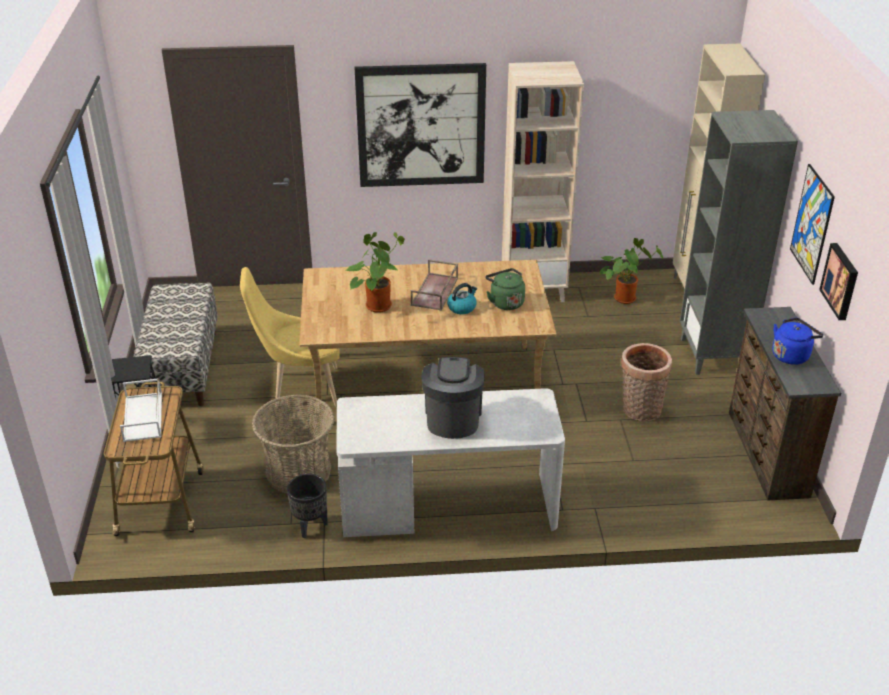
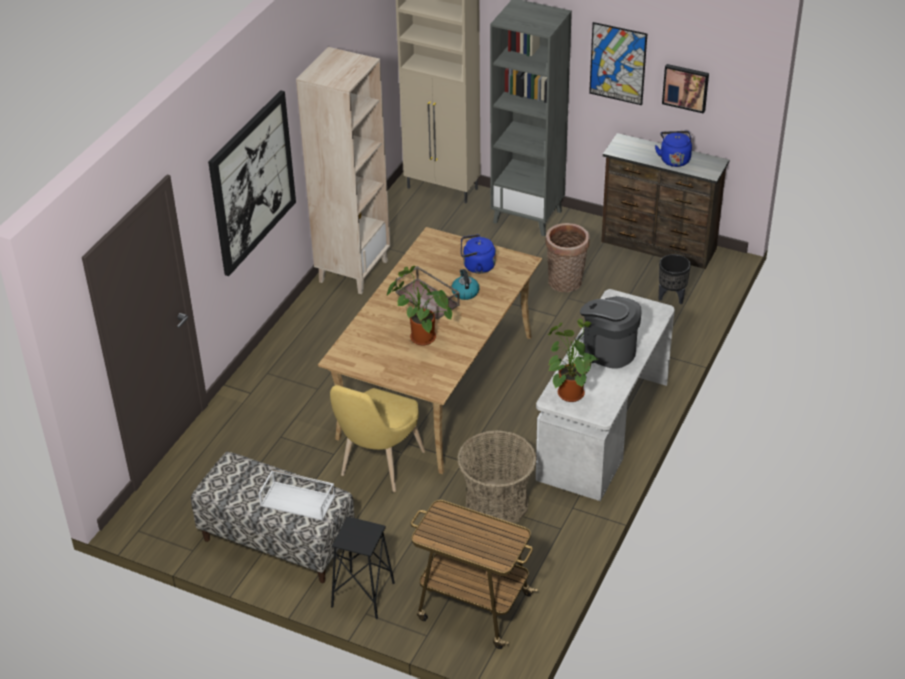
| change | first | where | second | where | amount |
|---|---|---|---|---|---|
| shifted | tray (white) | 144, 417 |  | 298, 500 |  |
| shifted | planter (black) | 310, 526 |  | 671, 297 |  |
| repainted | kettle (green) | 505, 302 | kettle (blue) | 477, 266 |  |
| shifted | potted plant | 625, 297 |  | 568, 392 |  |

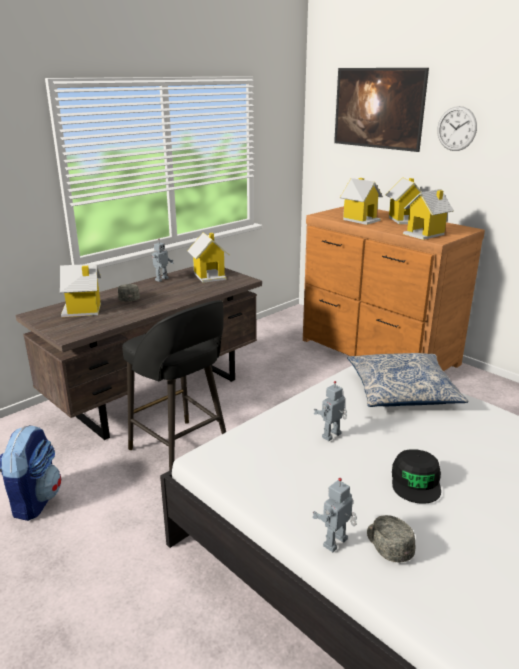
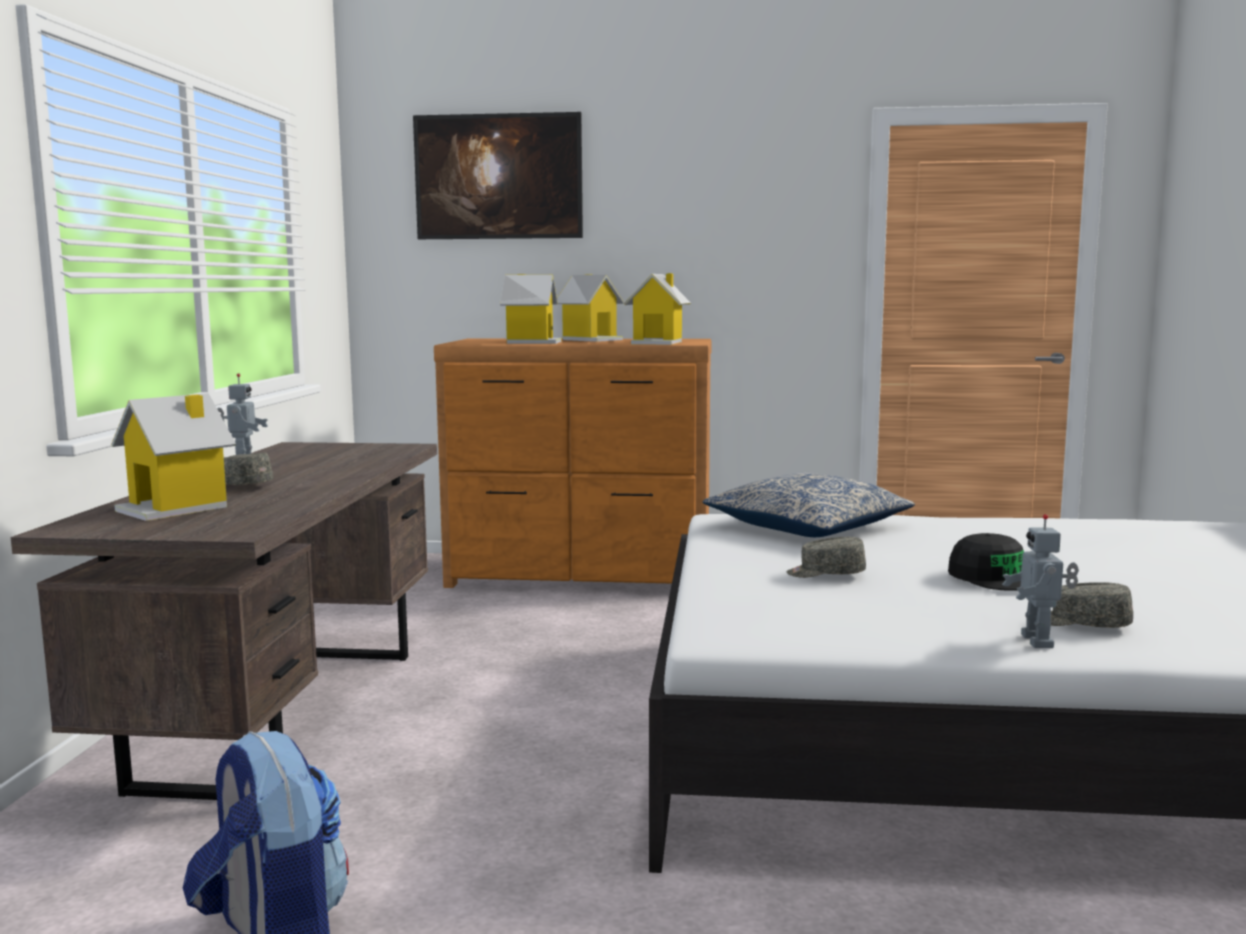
| change | first | where | second | where | amount |
|---|---|---|---|---|---|
| gone | stool (black) | 181, 452 |  |  |  |
| gone | toy house | 209, 275 |  |  |  |
| swapped | toy robot | 332, 436 | cap (grey) | 825, 574 |  |
| gone | wall clock | 456, 128 |  |  |  |

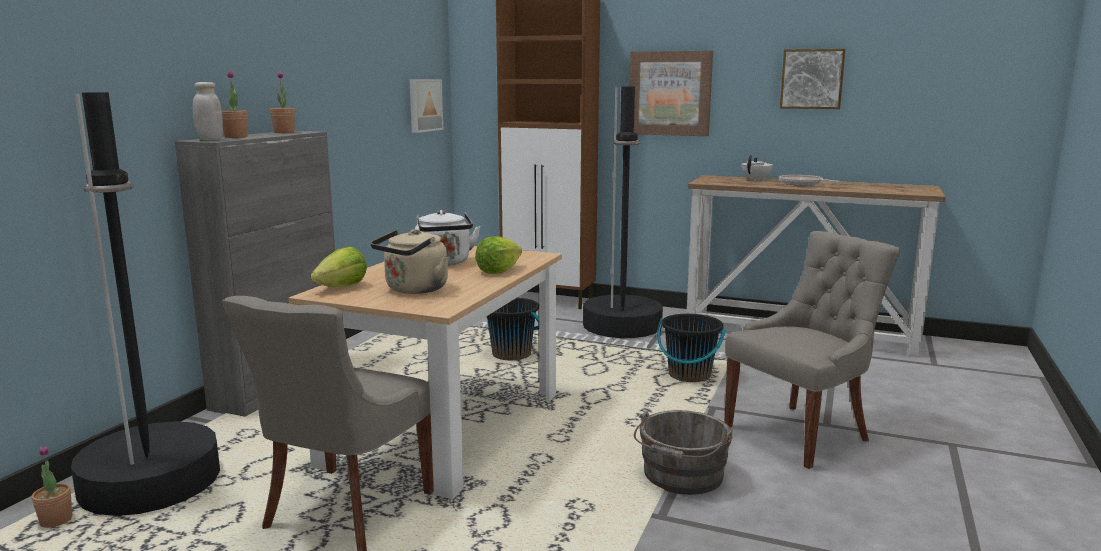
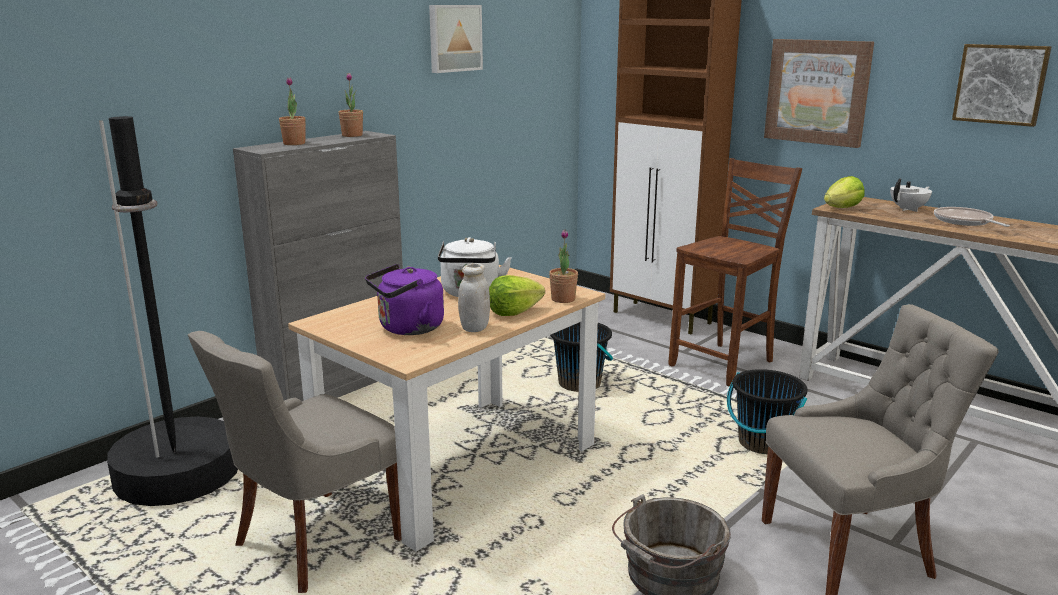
| change | first | where | second | where | amount |
|---|---|---|---|---|---|
| shifted | potted plant | 56, 521 |  | 563, 299 |  |
| shifted | jar (white) | 210, 139 |  | 474, 328 |  |
| shifted | lettuce | 342, 287 |  | 842, 208 |  |
| repainted | kettle (beige) | 414, 290 | kettle (purple) | 407, 329 |  |
| shifted | picture | 424, 105 |  | 454, 38 |  |
| swapped | floor lamp (black) | 622, 326 | chair (brown) | 725, 363 |  |

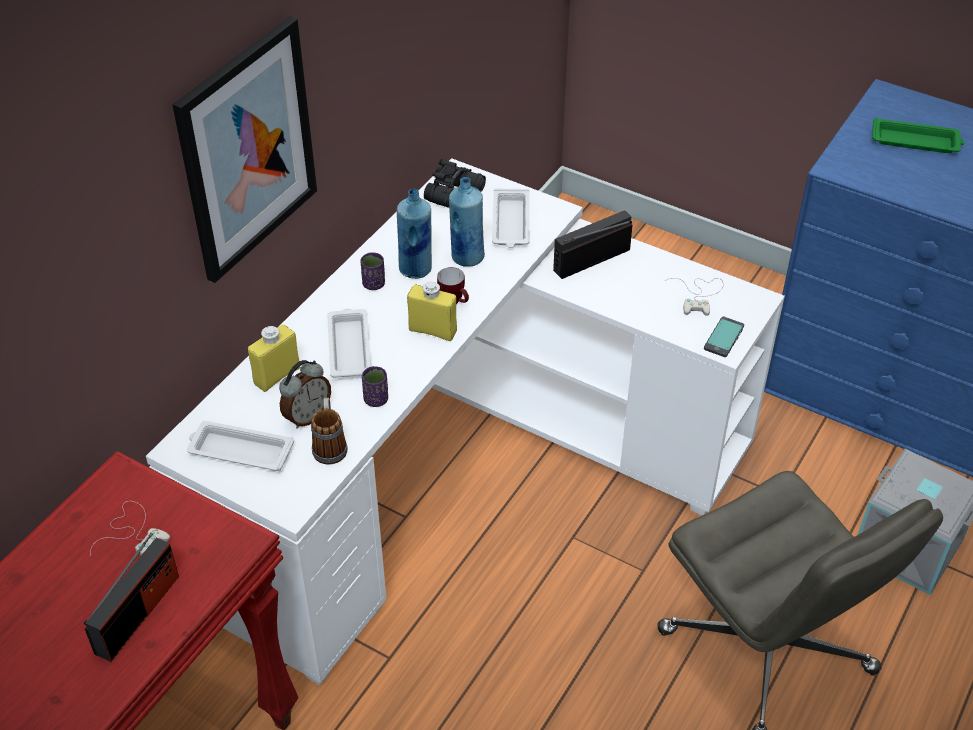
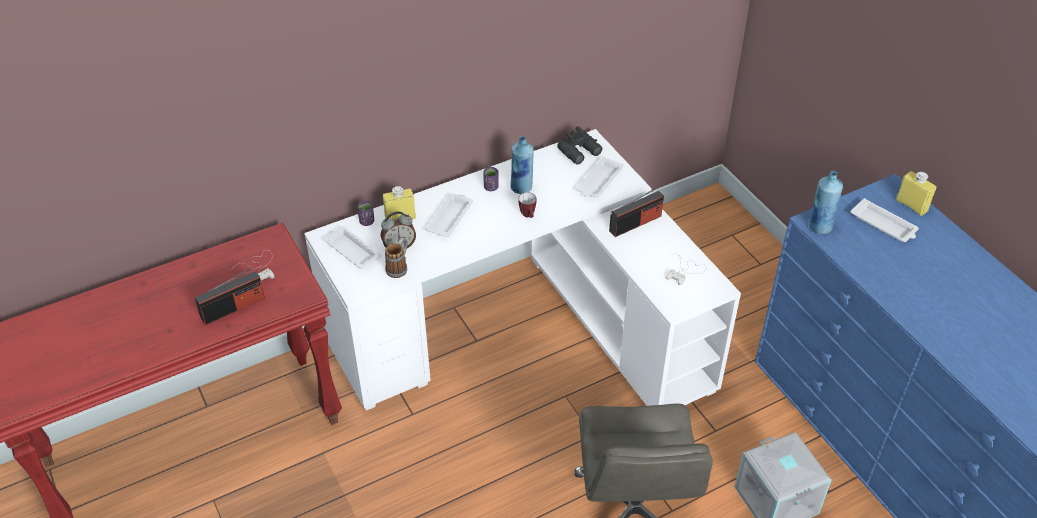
| change | first | where | second | where | amount |
|---|---|---|---|---|---|
| gone | picture | 247, 150 |  |  |  |
| shifted | cup (purple) | 376, 399 |  | 367, 222 |  |
| shifted | bottle (yellow) | 432, 331 |  | 911, 205 |  |
| shifted | bottle (blue) | 467, 257 |  | 819, 226 |  |
| rotated | radio | 591, 260 |  | 635, 223 | 150 degrees clockwise |
| gone | phone | 724, 338 |  |  |  |
| repainted | tray (green) | 916, 141 | tray (white) | 884, 225 |  |

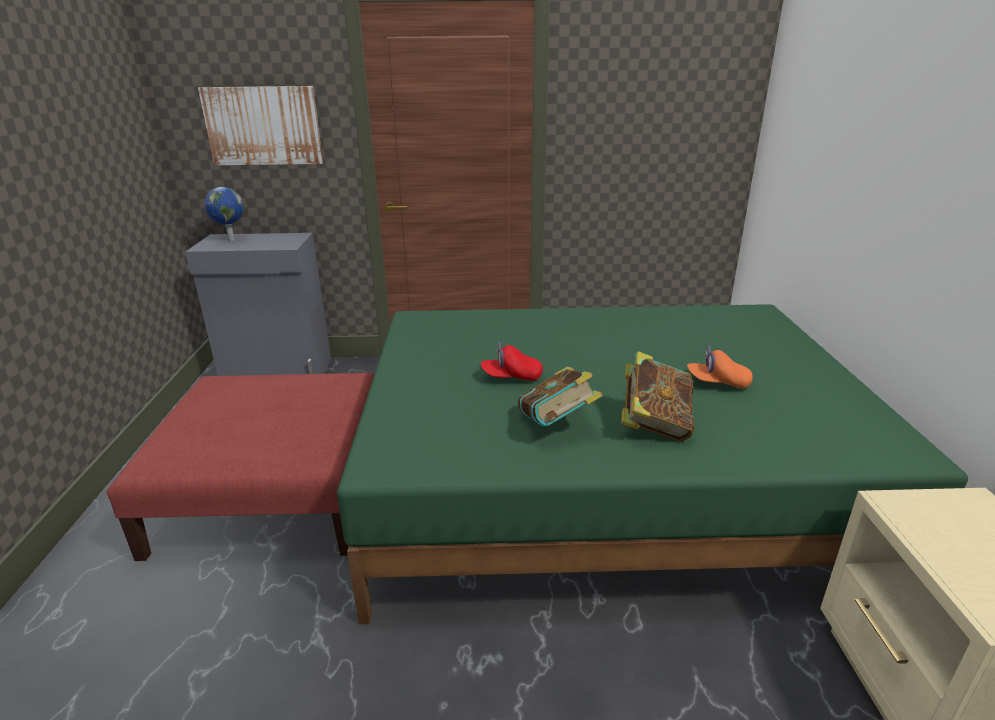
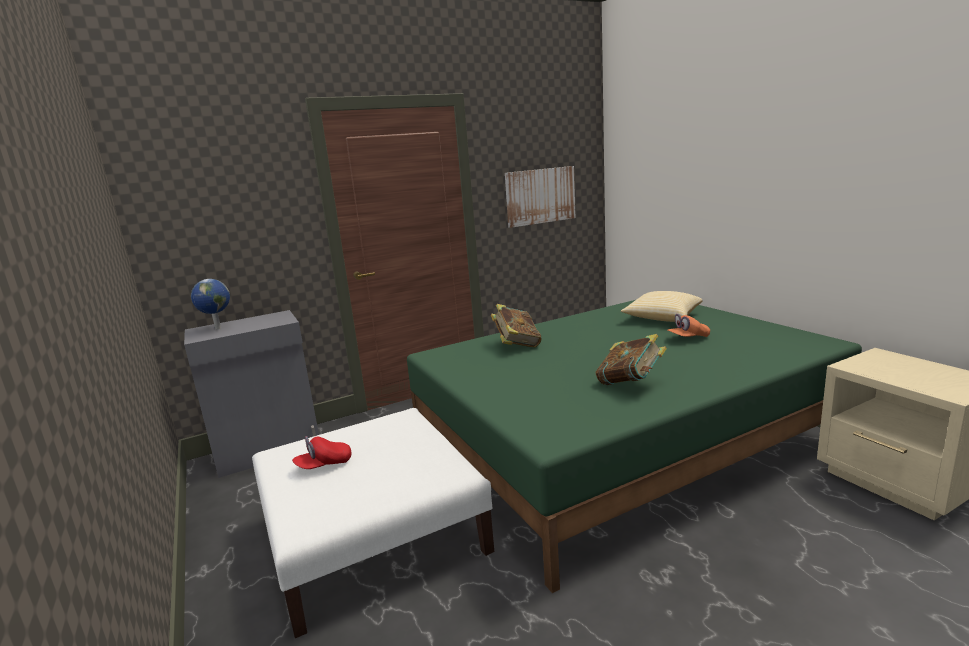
| change | first | where | second | where | amount |
|---|---|---|---|---|---|
| repainted | ottoman (red) | 276, 491 | ottoman (white) | 374, 535 |  |
| shifted | picture | 263, 126 |  | 540, 196 |  |
| shifted | cap (red) | 511, 377 |  | 324, 465 |  |
| shifted | book | 654, 425 |  | 516, 345 |  |
| new |  |  | pillow | 662, 318 |  |

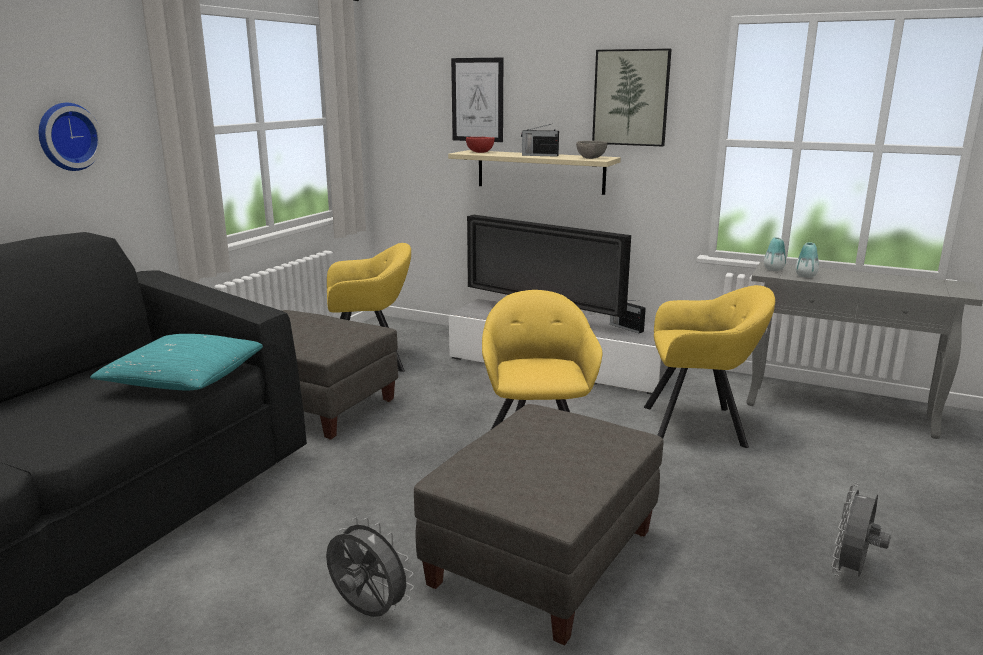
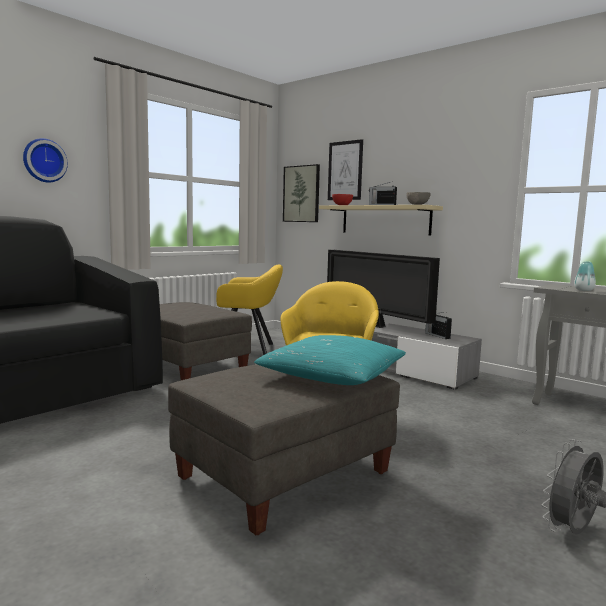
| change | first | where | second | where | amount |
|---|---|---|---|---|---|
| shifted | pillow (turquoise) | 185, 379 |  | 332, 376 |  |
| gone | fan (grey) | 367, 612 |  |  |  |
| shifted | picture | 631, 97 |  | 301, 194 |  |
| gone | armchair (yellow) | 700, 426 |  |  |  |
| gone | vase | 773, 269 |  |  |  |

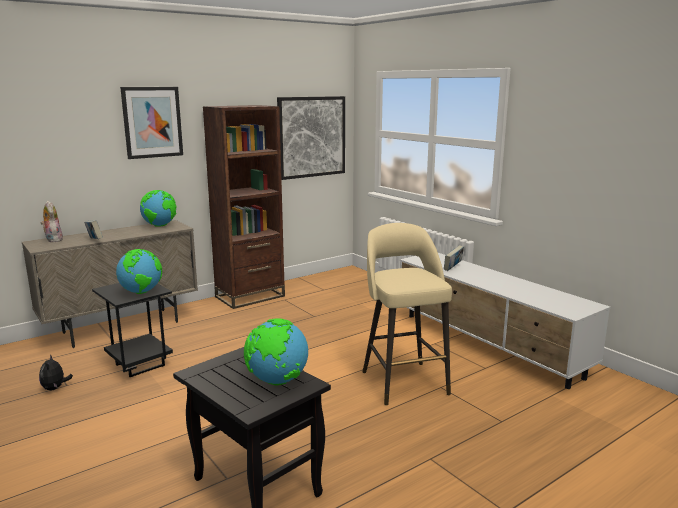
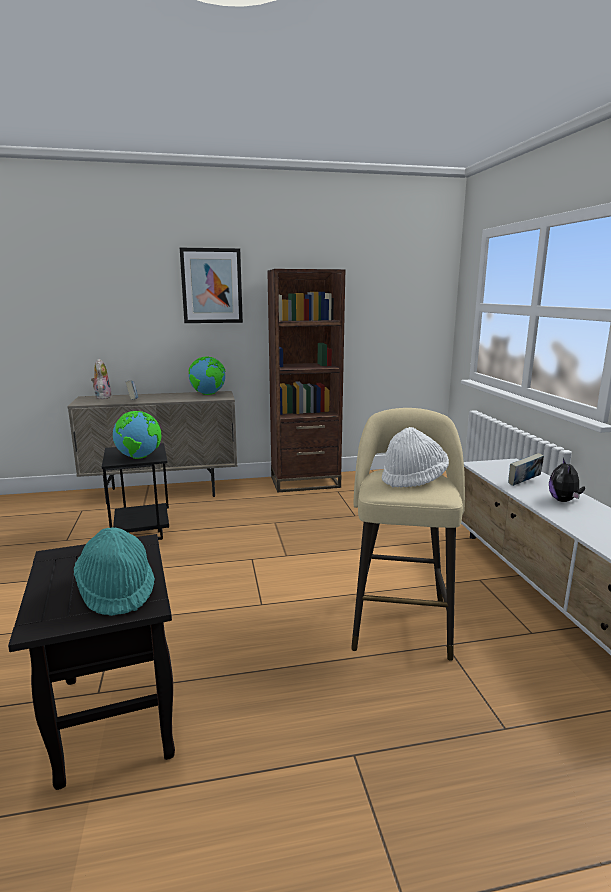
| change | first | where | second | where | amount |
|---|---|---|---|---|---|
| shifted | plush toy | 55, 388 |  | 563, 501 |  |
| swapped | globe | 277, 381 | hat (turquoise) | 117, 591 |  |
| gone | picture | 311, 137 |  |  |  |
| new |  |  | hat (white) | 413, 479 |  |

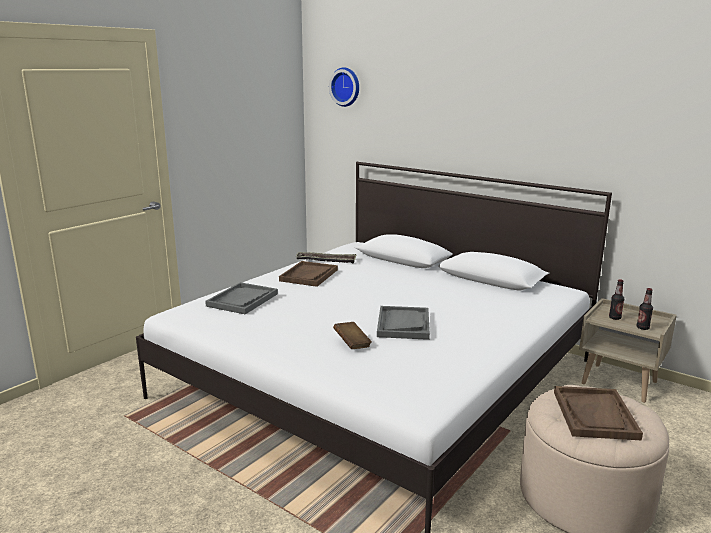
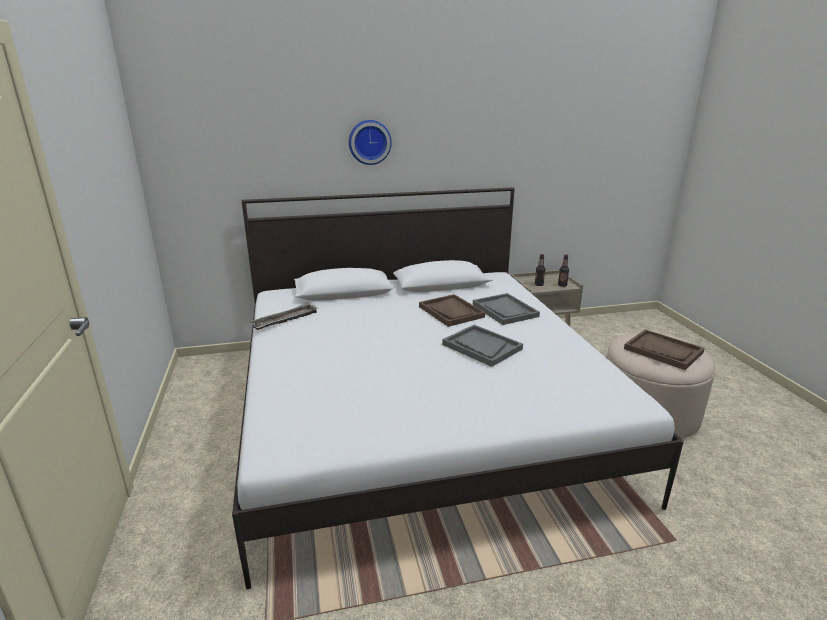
| change | first | where | second | where | amount |
|---|---|---|---|---|---|
| shifted | tray (grey) | 242, 300 |  | 505, 310 |  |
| shifted | tray (brown) | 309, 275 |  | 451, 312 |  |
| shifted | wall clock | 346, 87 |  | 369, 142 |  |
| gone | book (brown) | 352, 344 |  |  |  |

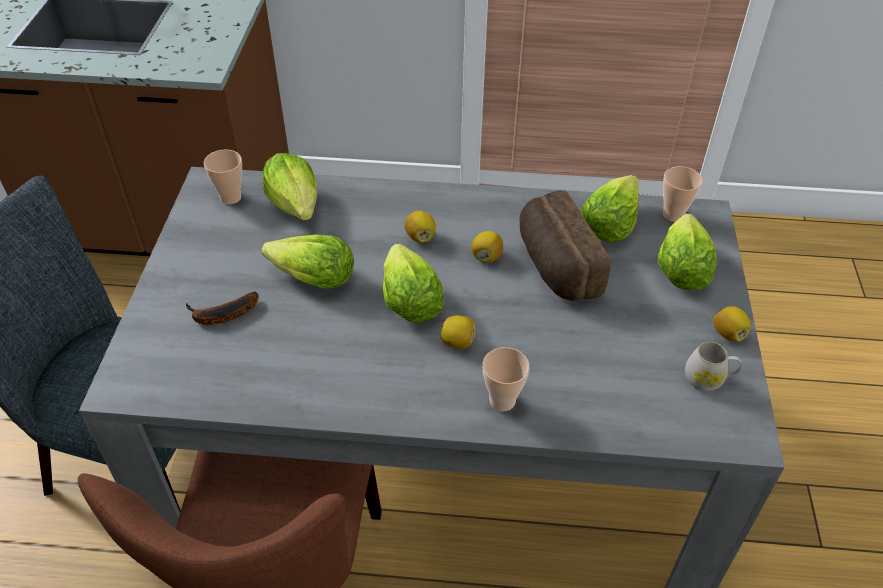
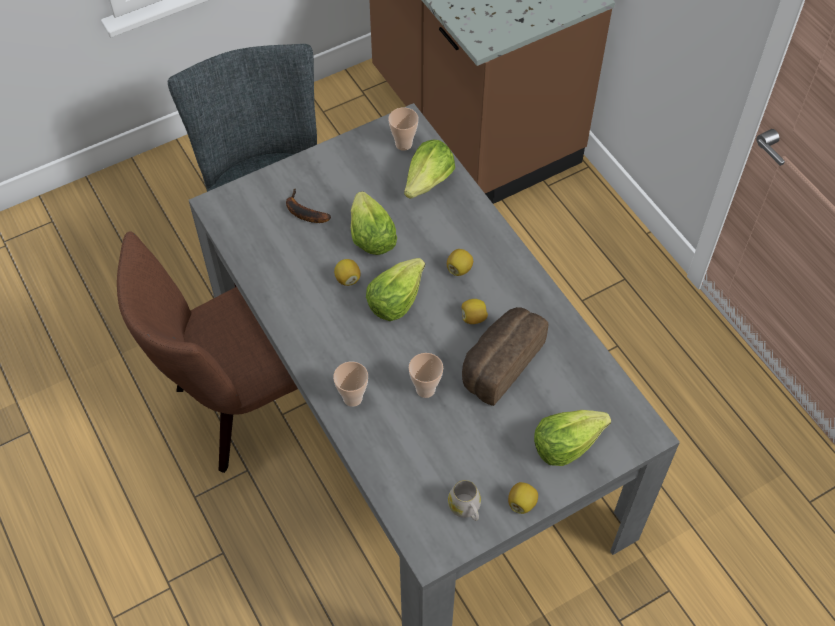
| change | first | where | second | where | amount |
|---|---|---|---|---|---|
| shifted | lemon | 457, 342 |  | 347, 279 |  |
| gone | lettuce | 609, 223 |  |  |  |
| shifted | cup | 673, 214 |  | 425, 389 |  |

